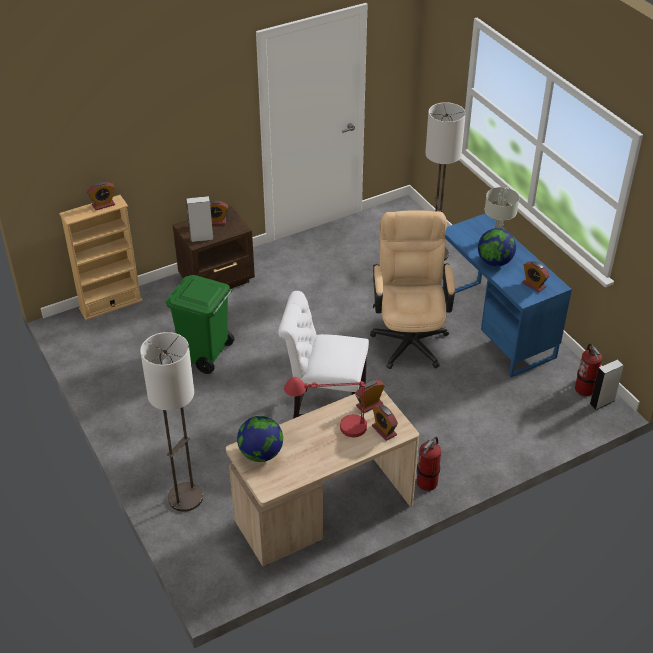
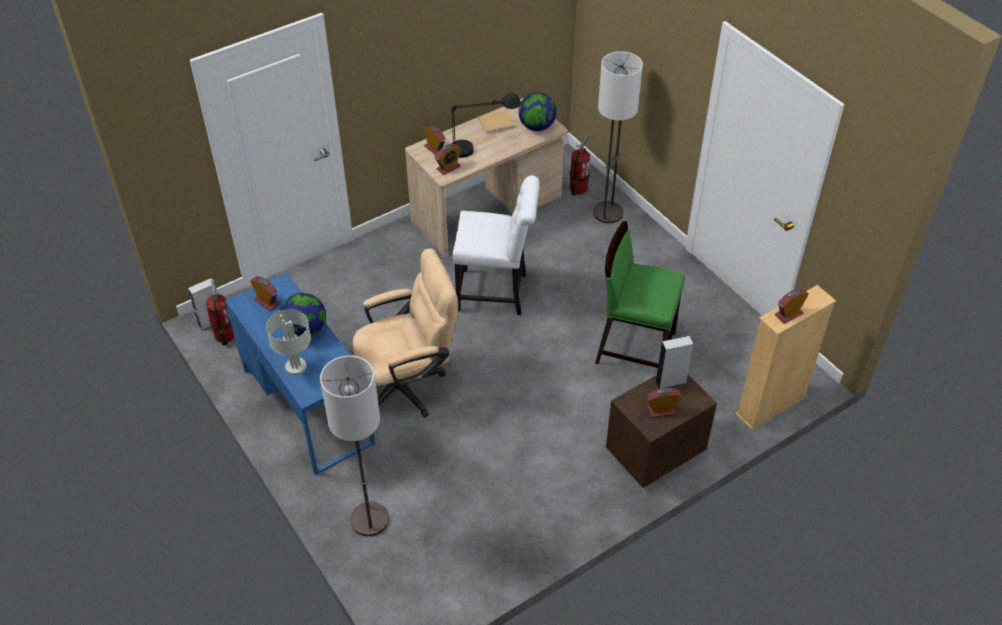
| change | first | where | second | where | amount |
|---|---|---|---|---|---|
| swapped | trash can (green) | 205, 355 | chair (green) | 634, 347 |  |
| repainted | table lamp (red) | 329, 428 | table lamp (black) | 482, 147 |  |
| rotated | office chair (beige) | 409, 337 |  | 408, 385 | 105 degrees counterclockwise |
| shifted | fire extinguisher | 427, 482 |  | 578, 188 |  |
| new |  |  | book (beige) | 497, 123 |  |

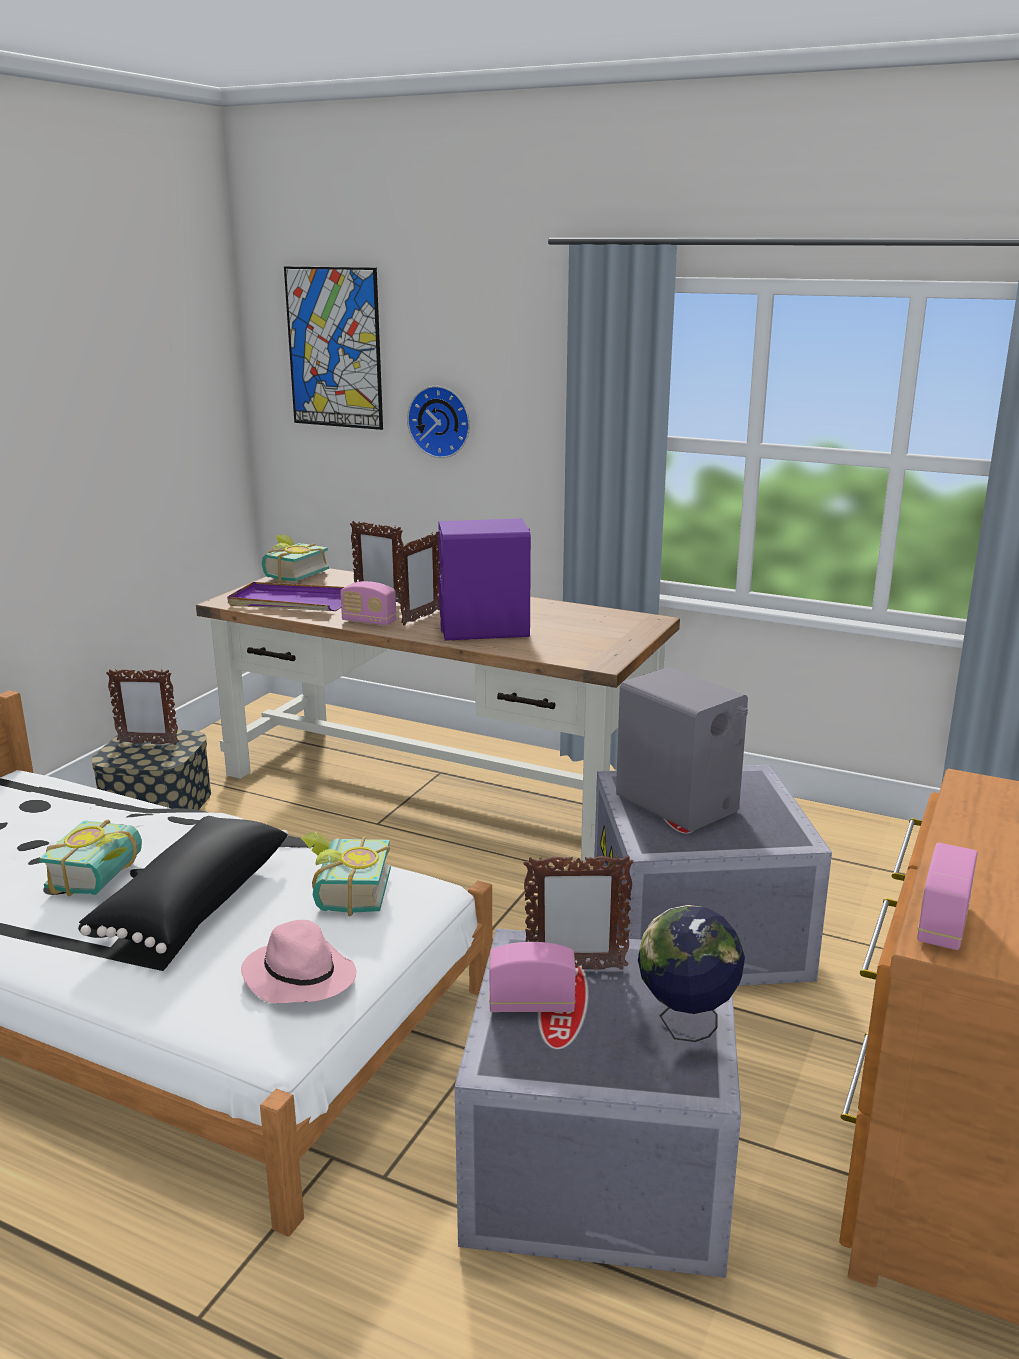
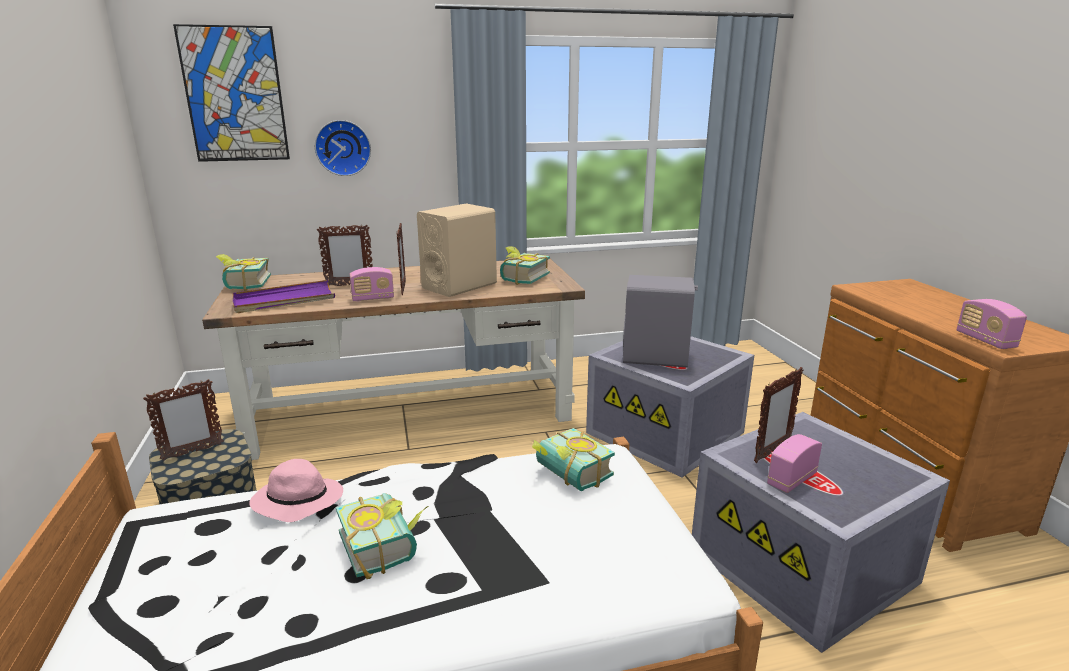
| change | first | where | second | where | amount |
|---|---|---|---|---|---|
| gone | pillow (black) | 192, 902 |  |  |  |
| shifted | hat (pink) | 298, 977 |  | 296, 501 |  |
| repainted | speaker (purple) | 485, 629 | speaker (beige) | 459, 286 |  |
| gone | globe | 686, 1026 |  |  |  |
| new |  |  | book | 521, 278 |  |

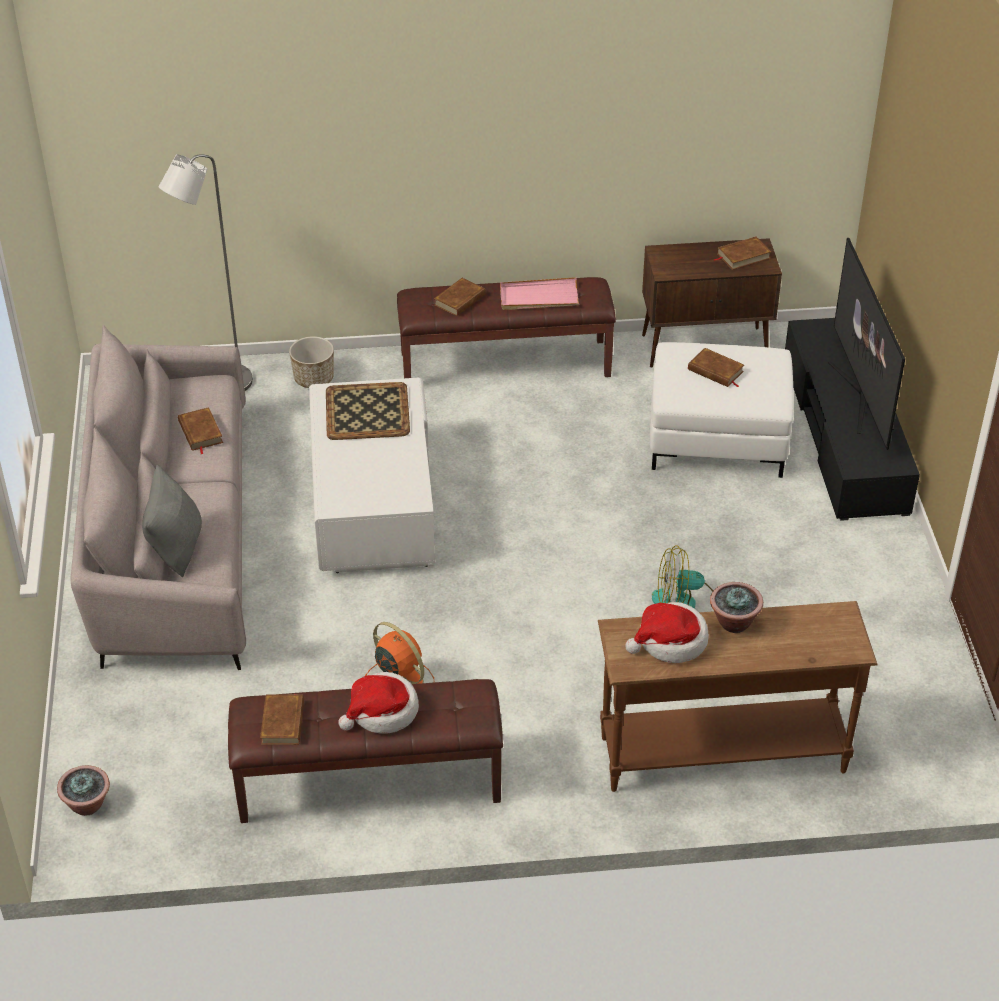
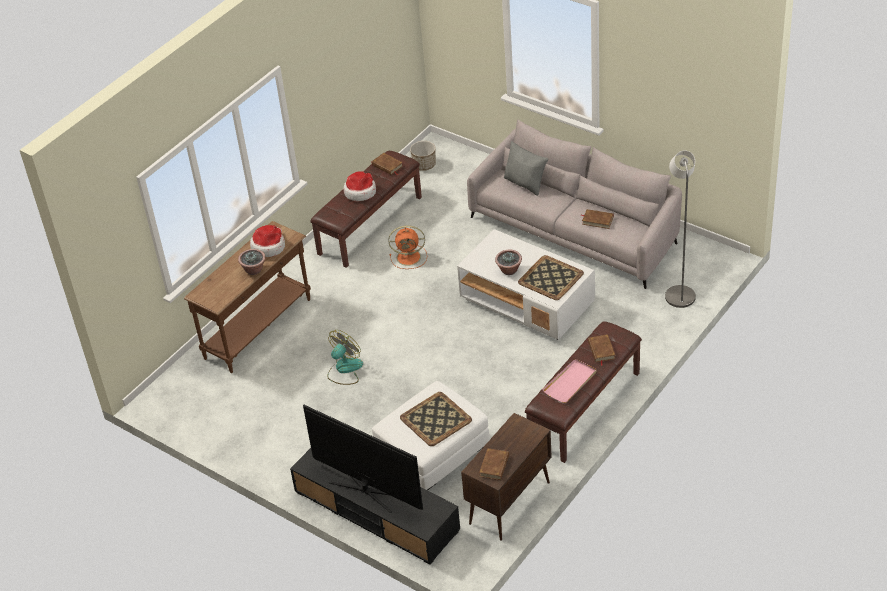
| change | first | where | second | where | amount |
|---|---|---|---|---|---|
| shifted | potted plant | 88, 804 |  | 509, 270 |  |
| shifted | planter | 313, 378 |  | 424, 165 |  |
| swapped | book (brown) | 715, 371 | tray | 436, 418 |  |

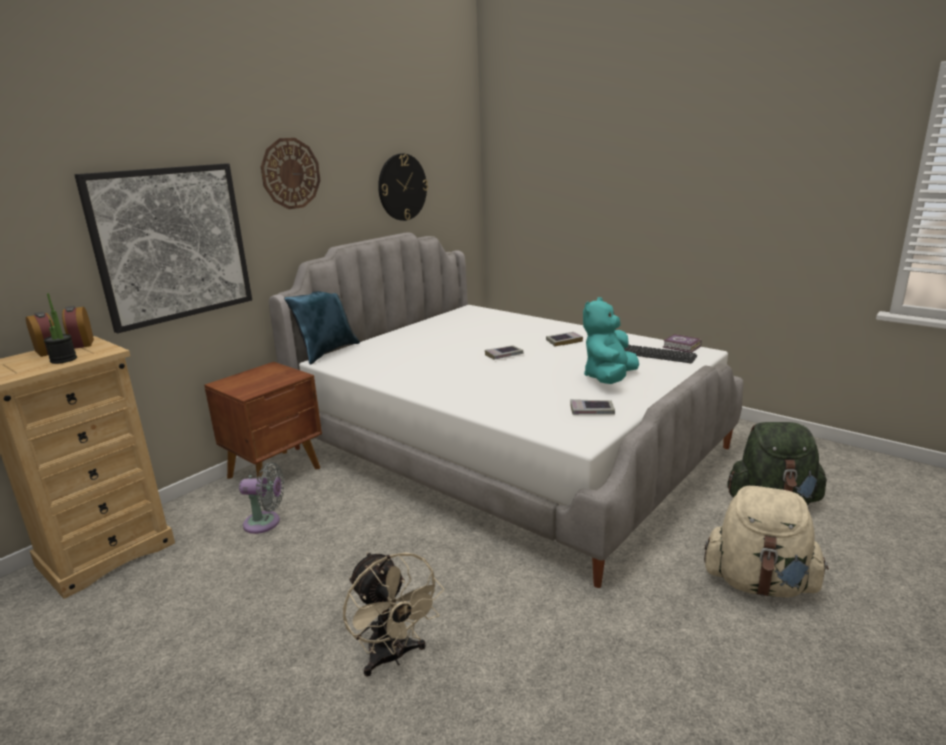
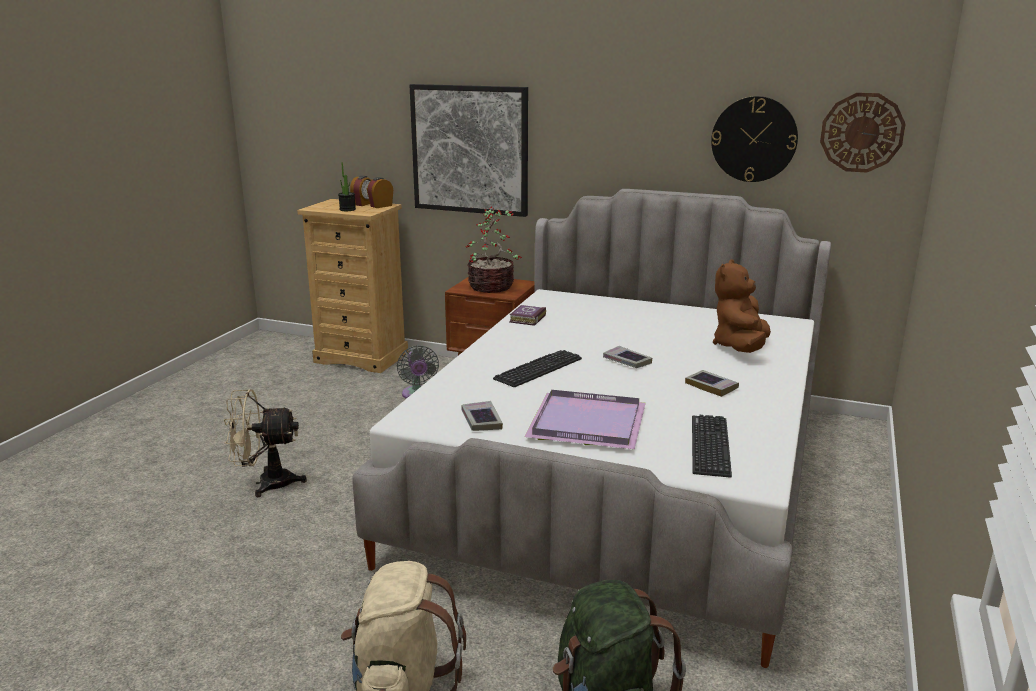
| change | first | where | second | where | amount |
|---|---|---|---|---|---|
| shifted | wall clock | 290, 173 |  | 862, 132 |  |
| gone | pillow (blue) | 327, 352 |  |  |  |
| rotated | fan (beige) | 393, 657 |  | 266, 483 | 45 degrees clockwise |
| swapped | plush toy (turquoise) | 609, 378 | tray (purple) | 589, 423 |  |
| shifted | book | 682, 347 |  | 526, 319 |  |
| new |  |  | potted plant | 492, 287 |  |
| new |  |  | keyboard | 538, 369 |  |
| new |  |  | plush toy (brown) | 740, 347 |  |

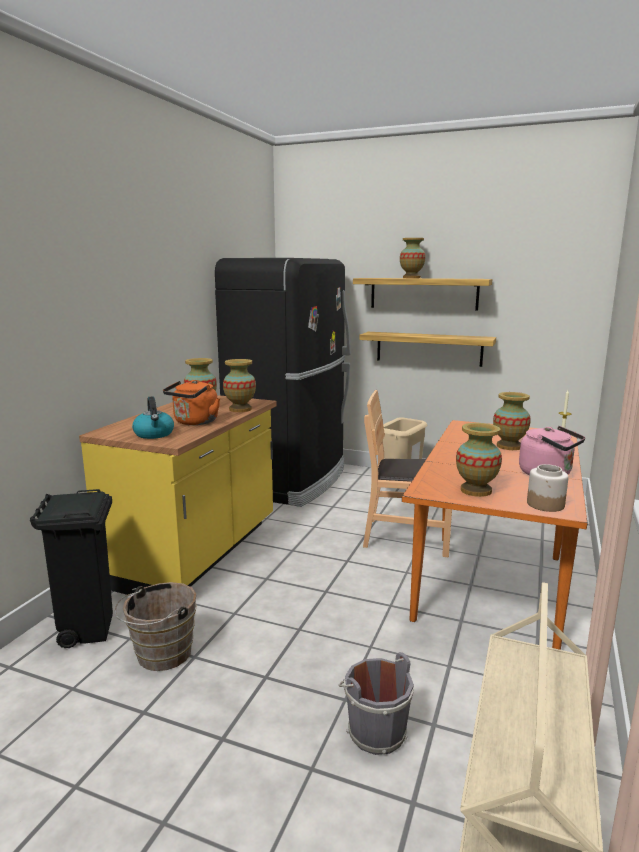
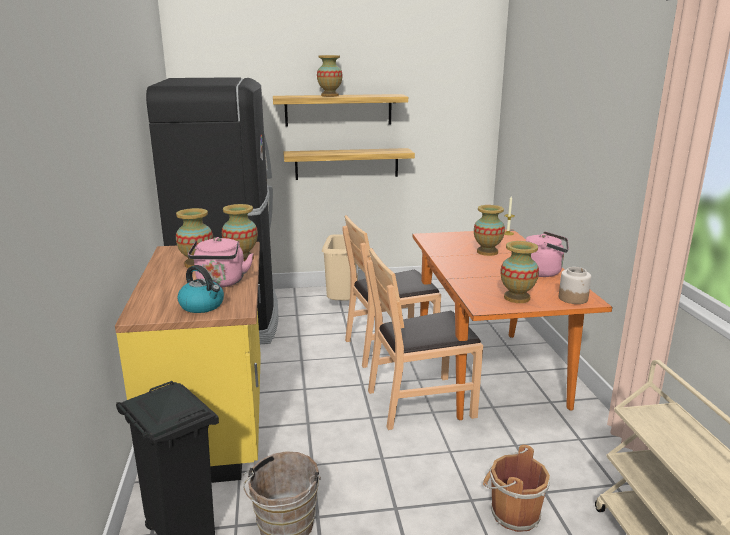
| change | first | where | second | where | amount |
|---|---|---|---|---|---|
| repainted | kettle (orange) | 194, 422 | kettle (pink) | 220, 283 |  |
| repainted | bucket (grey) | 374, 731 | bucket (brown) | 512, 514 |  |
| new |  |  | chair (brown) | 420, 402 |  |

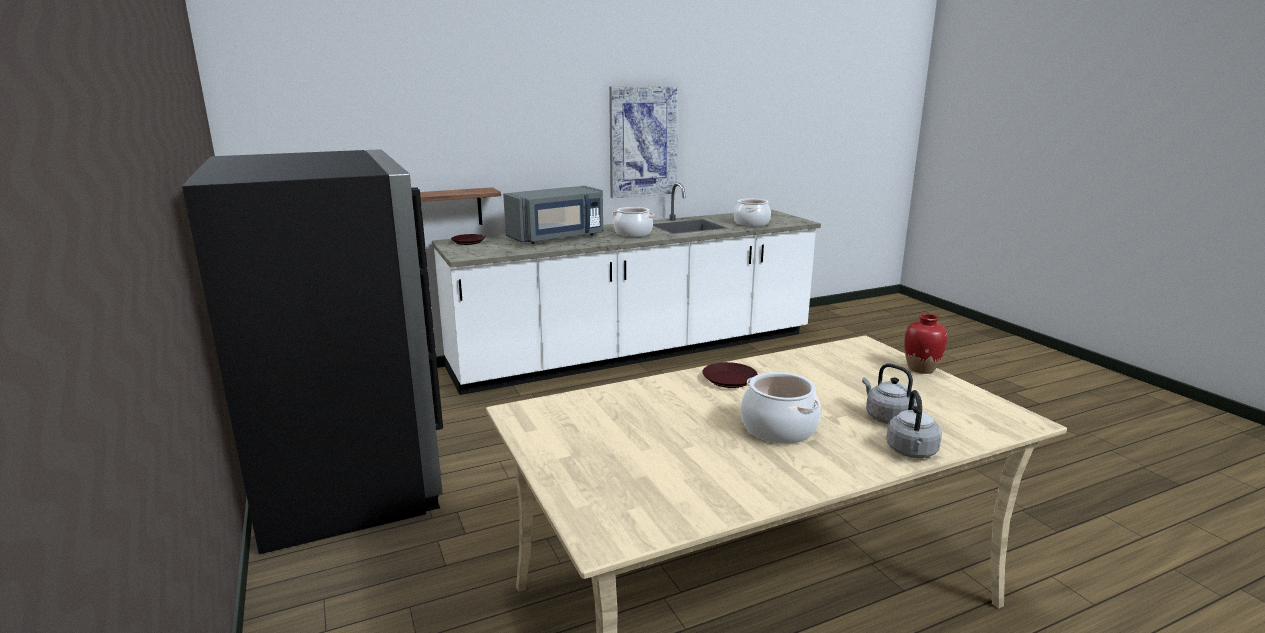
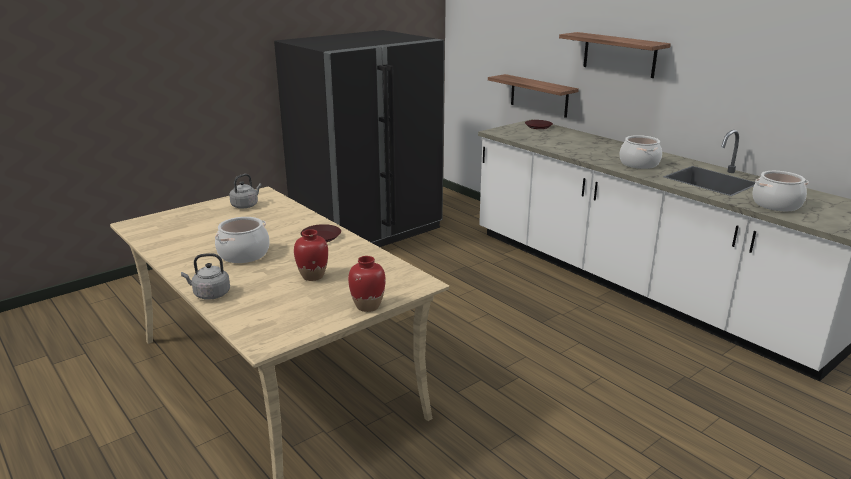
| change | first | where | second | where | amount |
|---|---|---|---|---|---|
| gone | microwave (grey) | 557, 237 |  |  |  |
| gone | picture | 643, 141 |  |  |  |
| shifted | kettle (grey) | 886, 417 |  | 246, 205 |  |
| new |  |  | vase (red) | 313, 276 |  |
| new |  |  | shelf | 619, 54 |  |

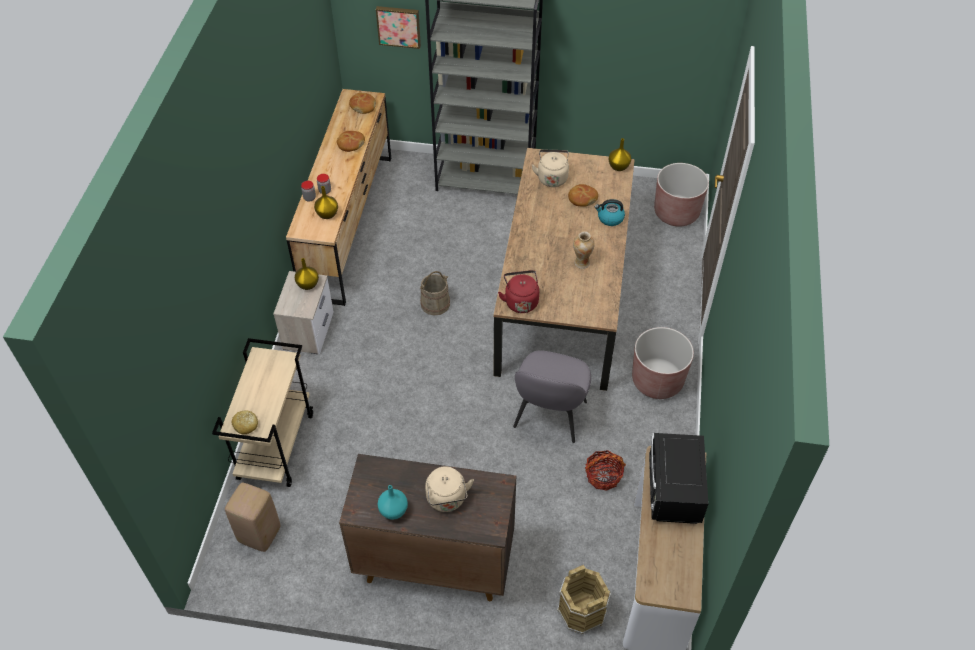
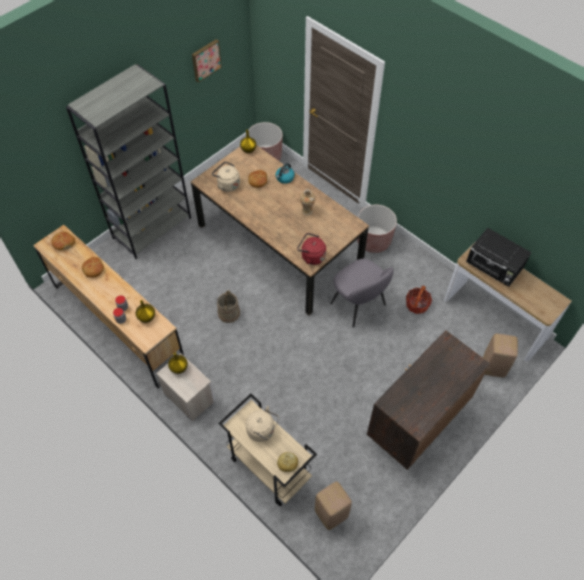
| change | first | where | second | where | amount |
|---|---|---|---|---|---|
| shifted | picture | 399, 26 |  | 205, 60 |  |
| gone | vase (turquoise) | 394, 511 |  |  |  |
| shifted | kettle (beige) | 447, 500 |  | 262, 430 |  |
| swapped | bucket (brown) | 581, 611 | stool (beige) | 494, 367 |  |

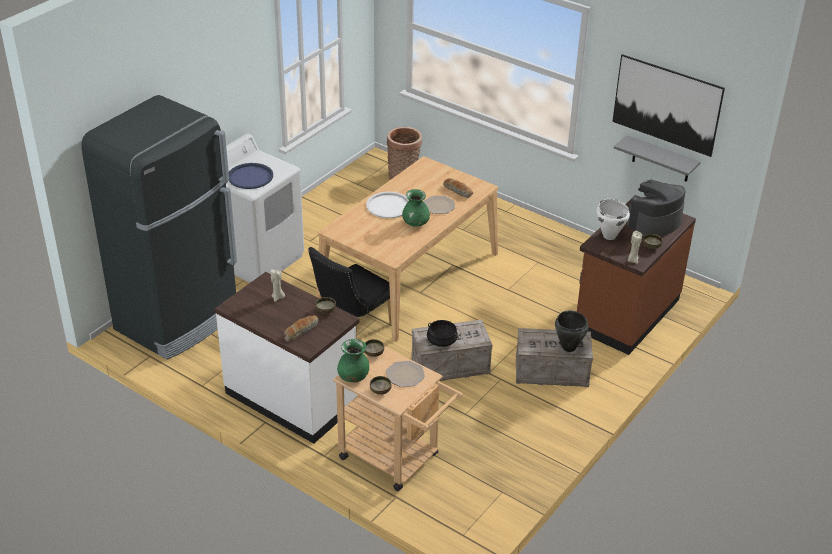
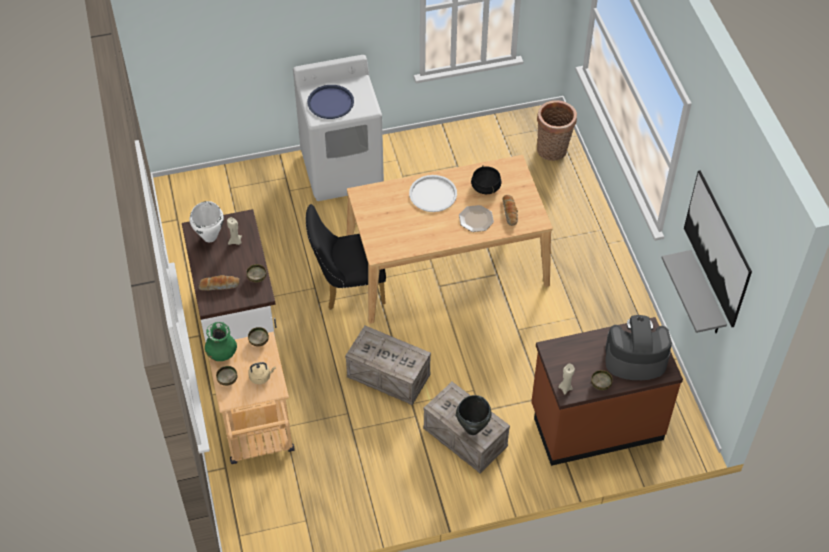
| change | first | where | second | where | amount |
|---|---|---|---|---|---|
| gone | fridge (black) | 179, 319 |  |  |  |
| swapped | plate | 405, 374 | kettle (beige) | 261, 377 |  |
| gone | vase (green) | 415, 223 |  |  |  |
| shifted | cooking pot (black) | 442, 341 |  | 486, 187 |  |
| shifted | cooking pot (white) | 609, 236 |  | 210, 237 |  |

